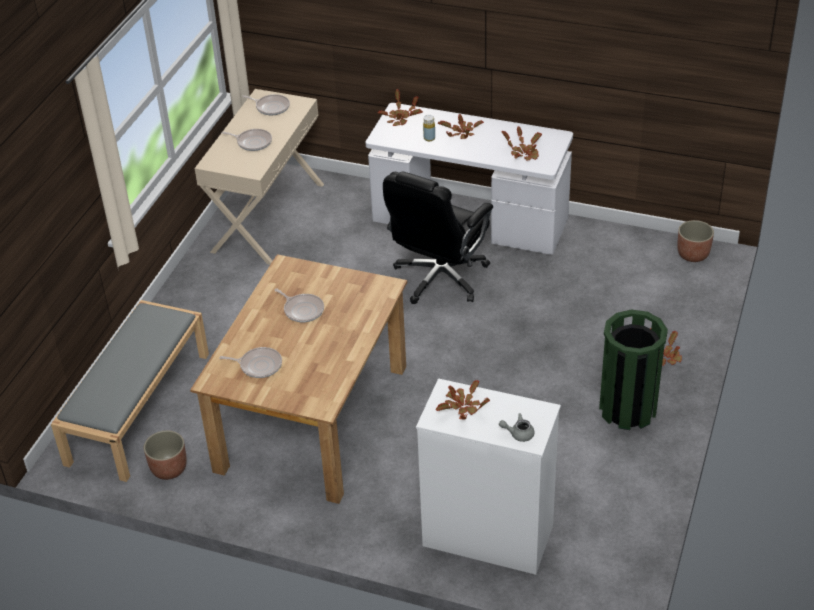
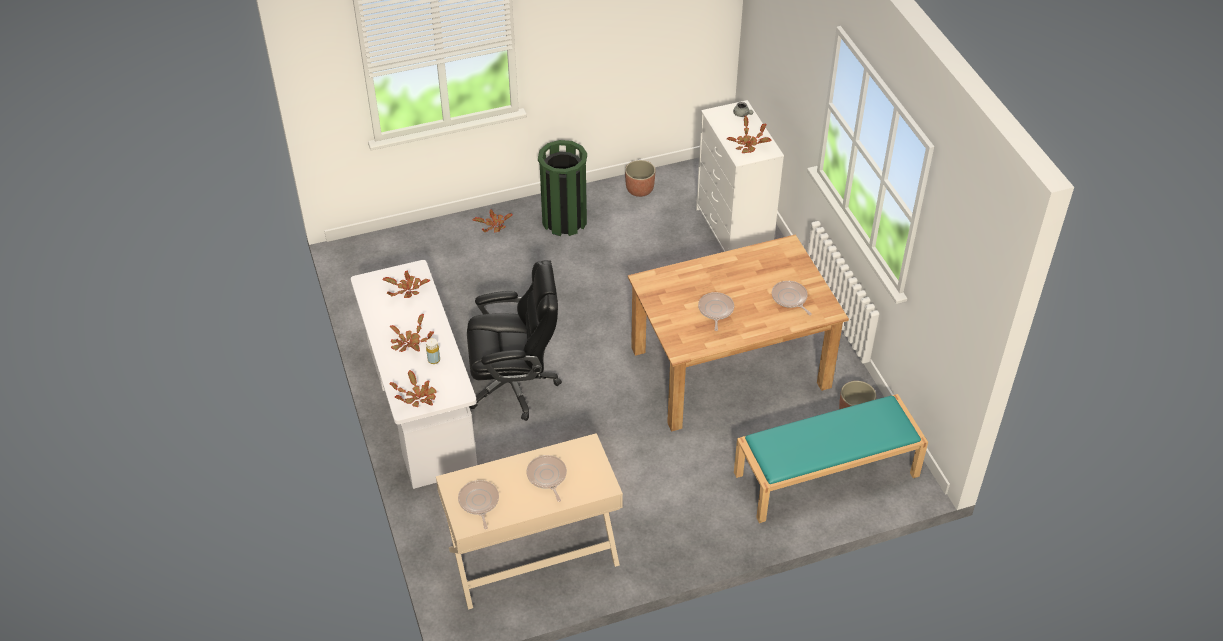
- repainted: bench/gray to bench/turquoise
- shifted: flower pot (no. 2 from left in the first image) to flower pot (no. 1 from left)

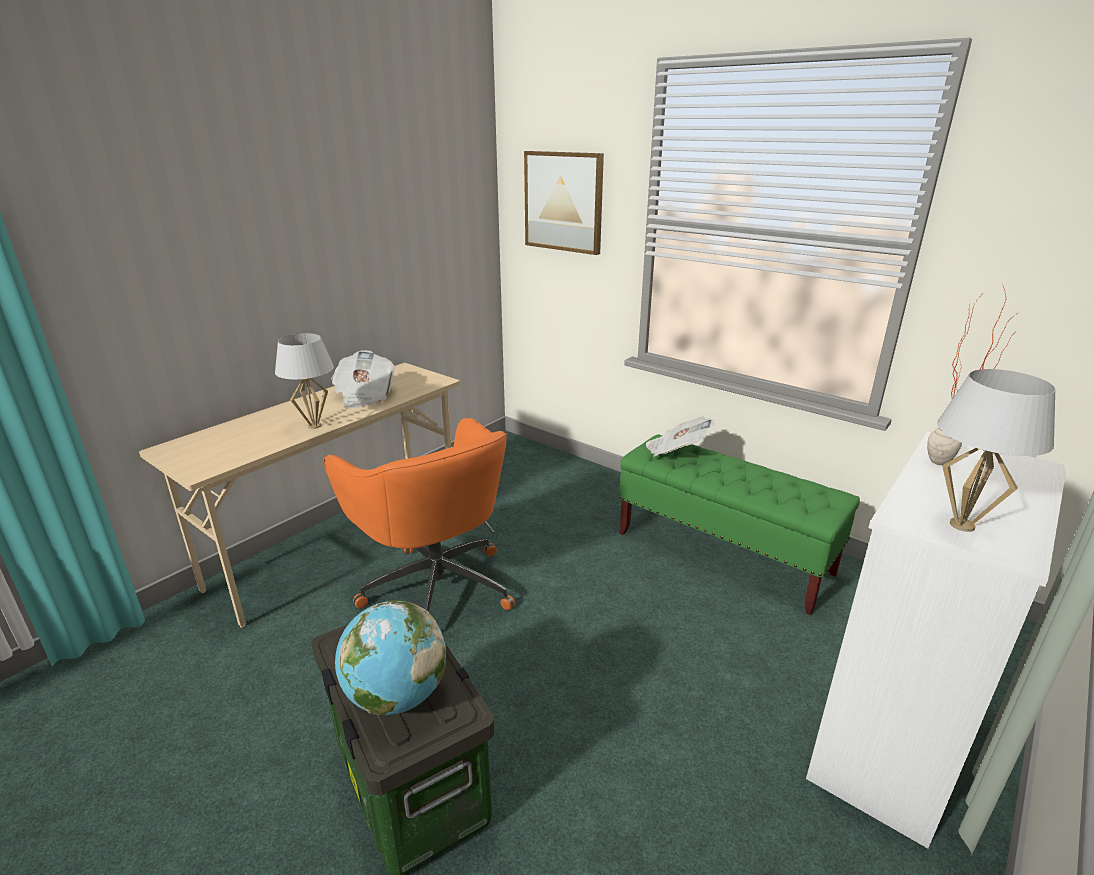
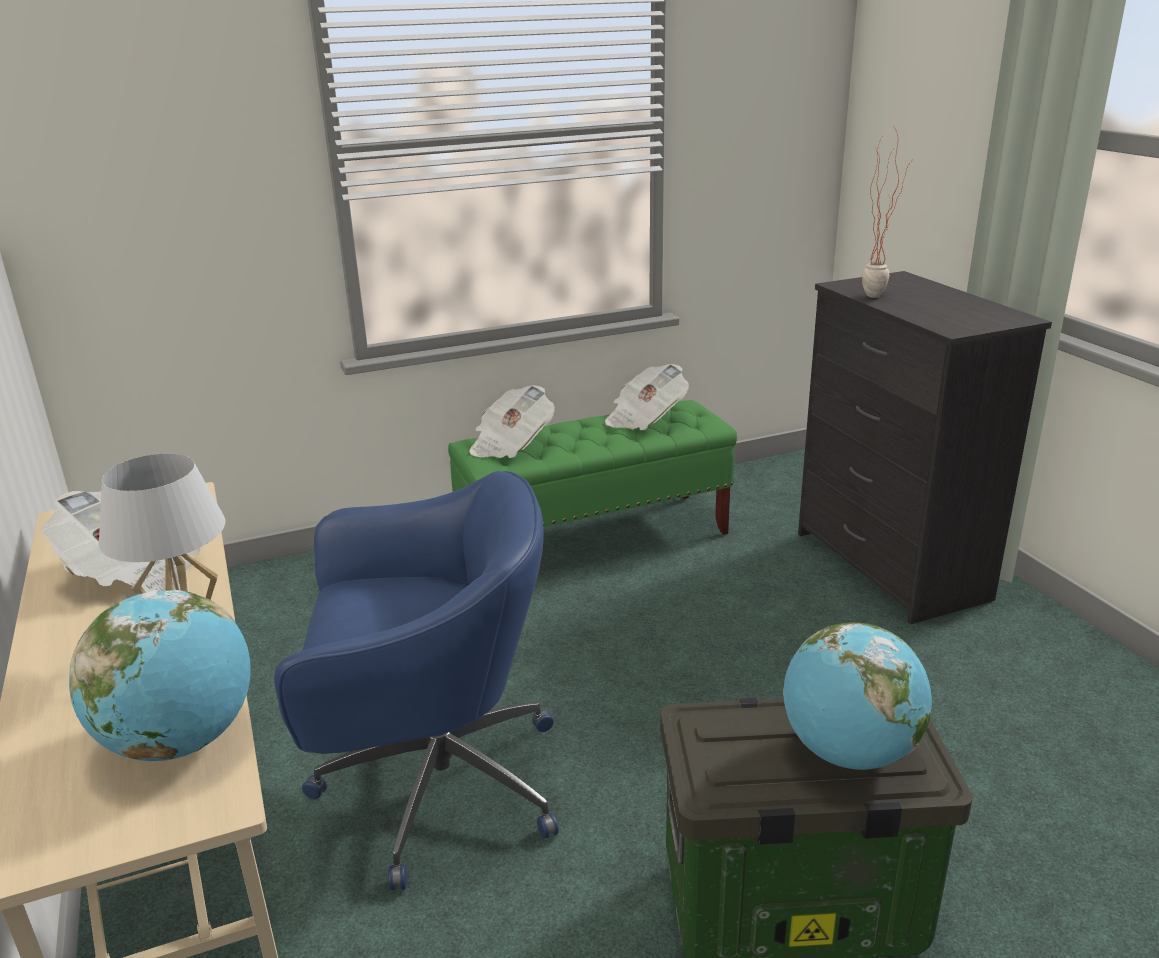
- repainted: desk chair/orange-coloured to desk chair/blue-coloured
- gone: picture
- repainted: drawer chest/white-coloured to drawer chest/blackish
- gone: lamp for a table/white-coloured (no. 2 from left)
- new: world globe (no. 1 from left)
- new: printed paper (no. 3 from left)

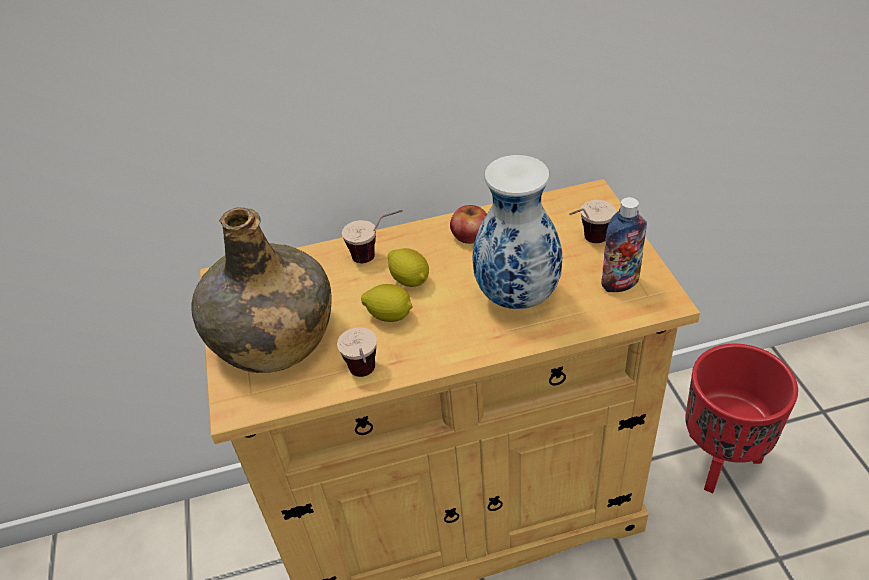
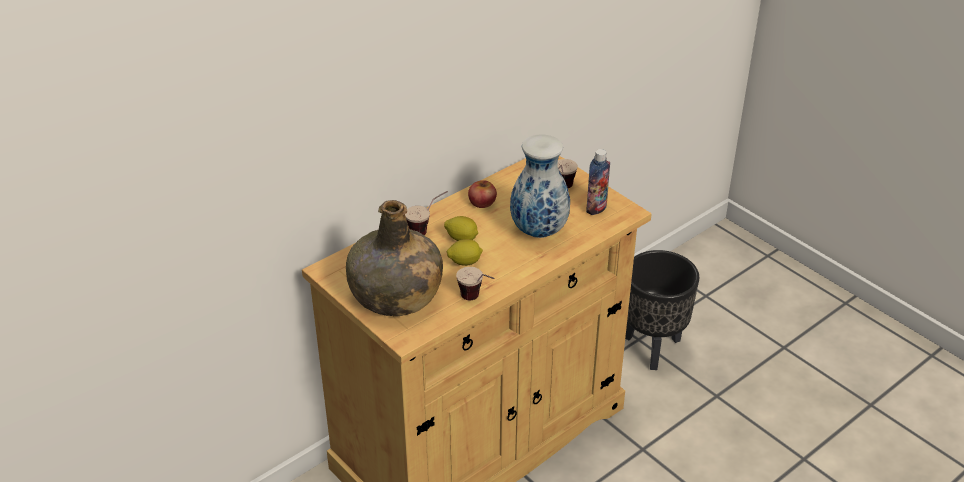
- repainted: flower pot/red to flower pot/blackish

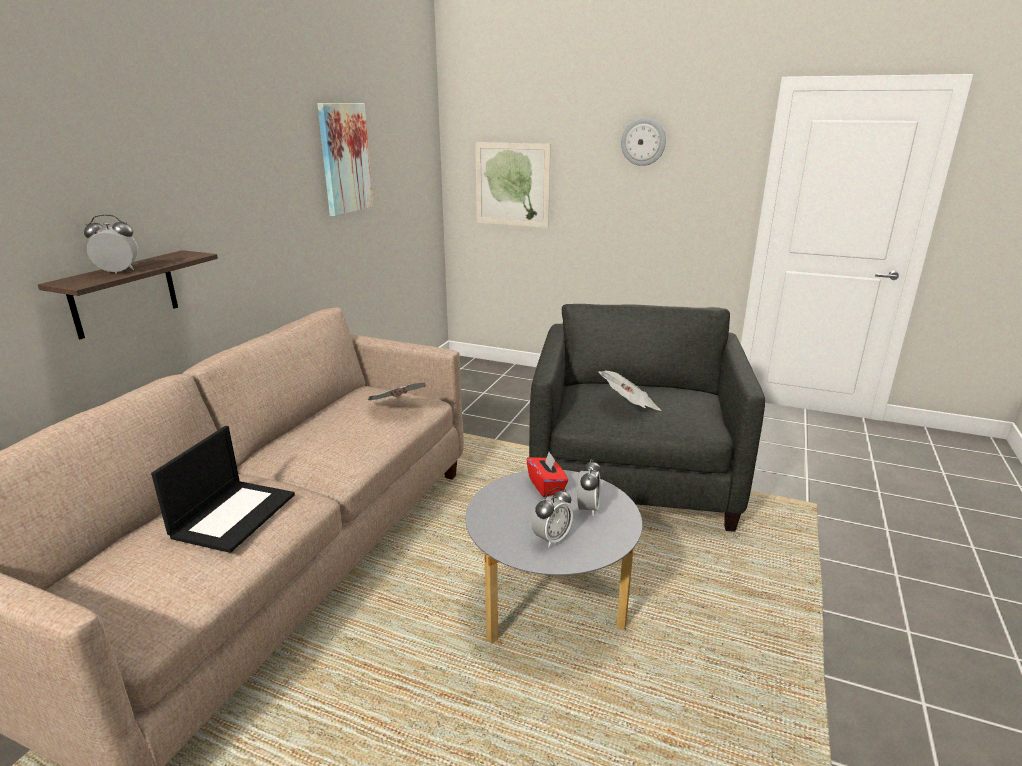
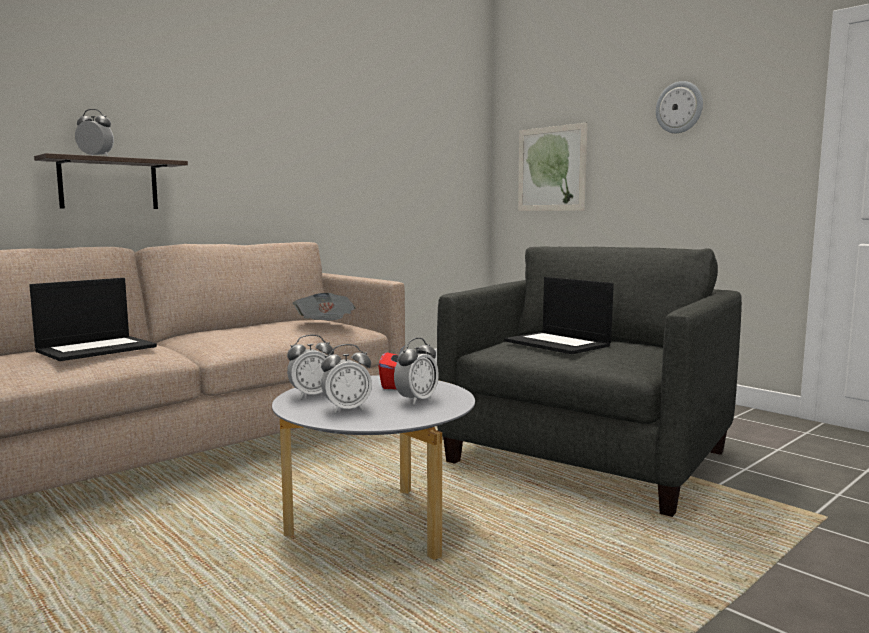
- gone: picture (no. 1 from left)
- swapped: printed paper (no. 2 from left) to portable computer (no. 2 from left)
- new: alarm clock (no. 2 from left)

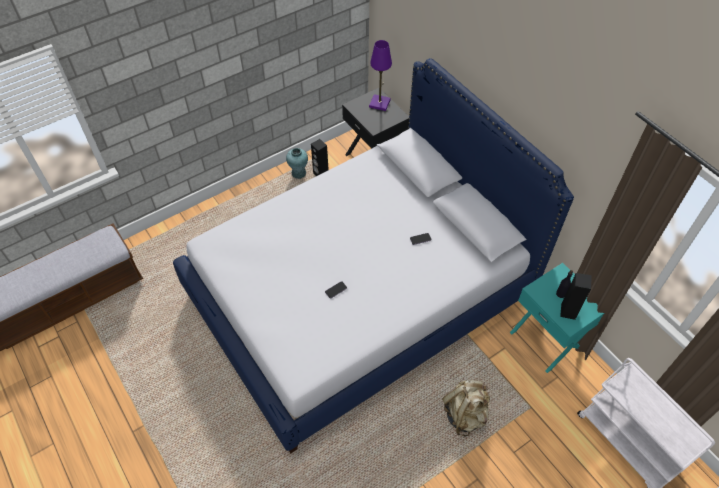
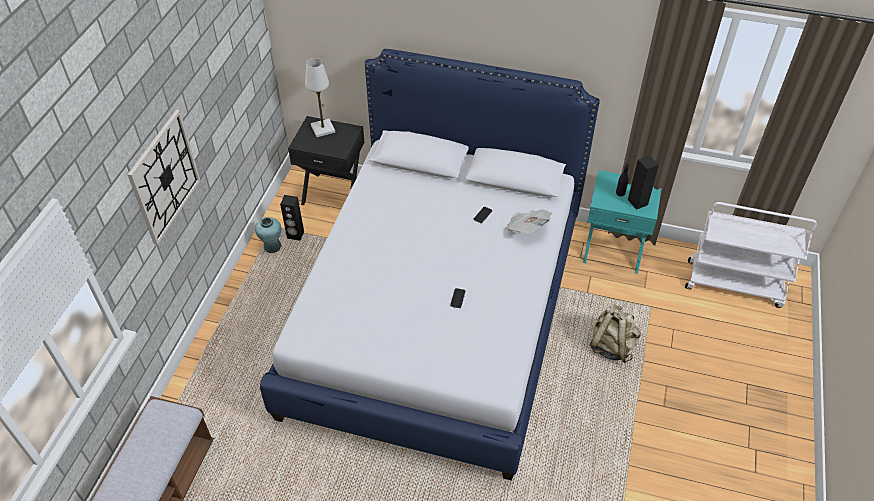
- repainted: lamp for a table/purplish to lamp for a table/white-coloured
- new: clock on the wall
- new: printed paper

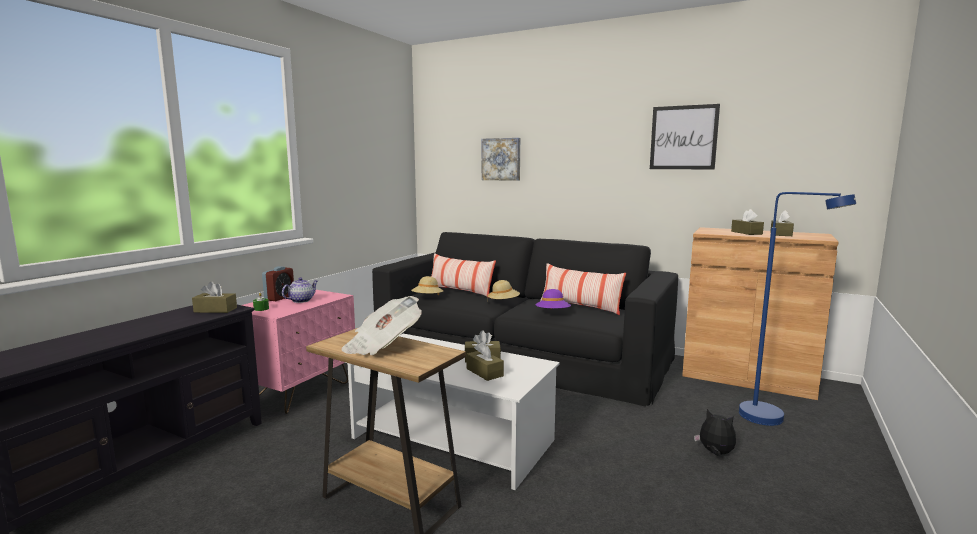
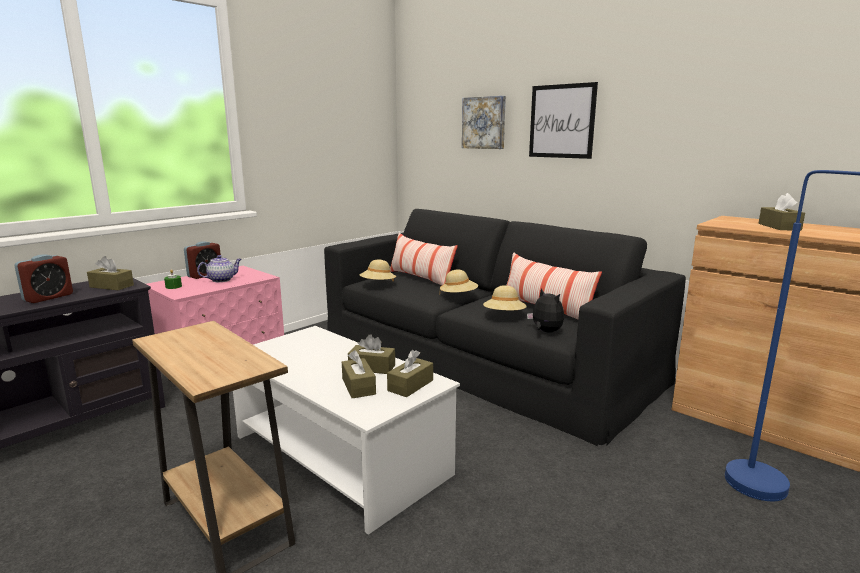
- gone: printed paper
- repainted: wearable hat/purplish to wearable hat/beige-coloured (no. 3 from left)
- shifted: picture (no. 2 from left)
- shifted: soft toy
- shifted: tissue holder/brown-coloured (no. 5 from left in the first image) to tissue holder/brown-coloured (no. 4 from left)
- new: alarm clock (no. 1 from left)

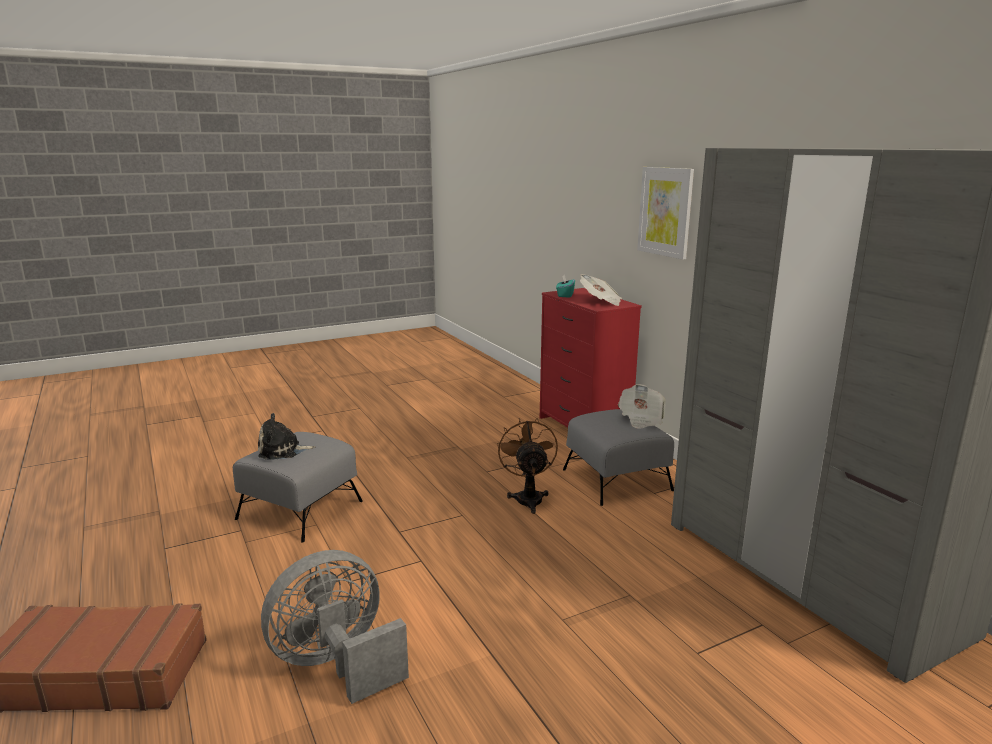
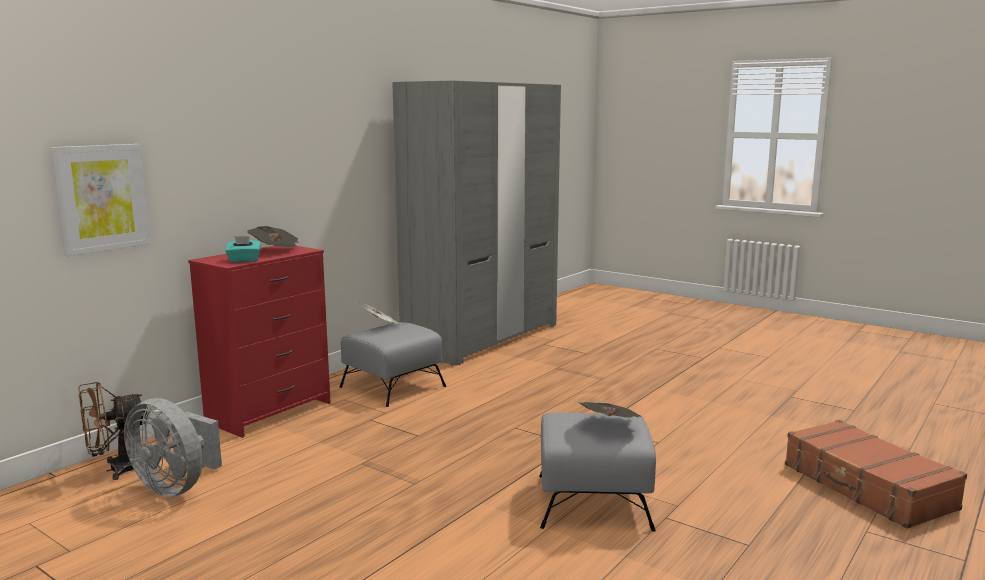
- swapped: soft toy to printed paper (no. 3 from left)
- shifted: cooling fan/gray
- shifted: cooling fan/brown-coloured
- shifted: picture

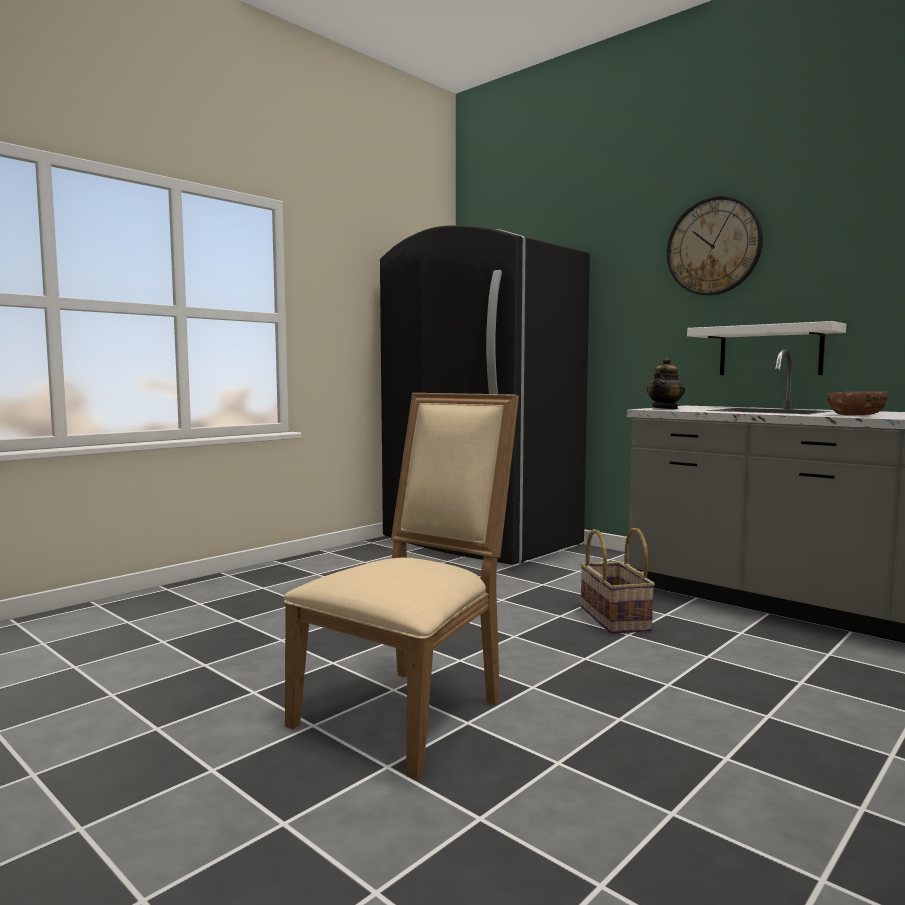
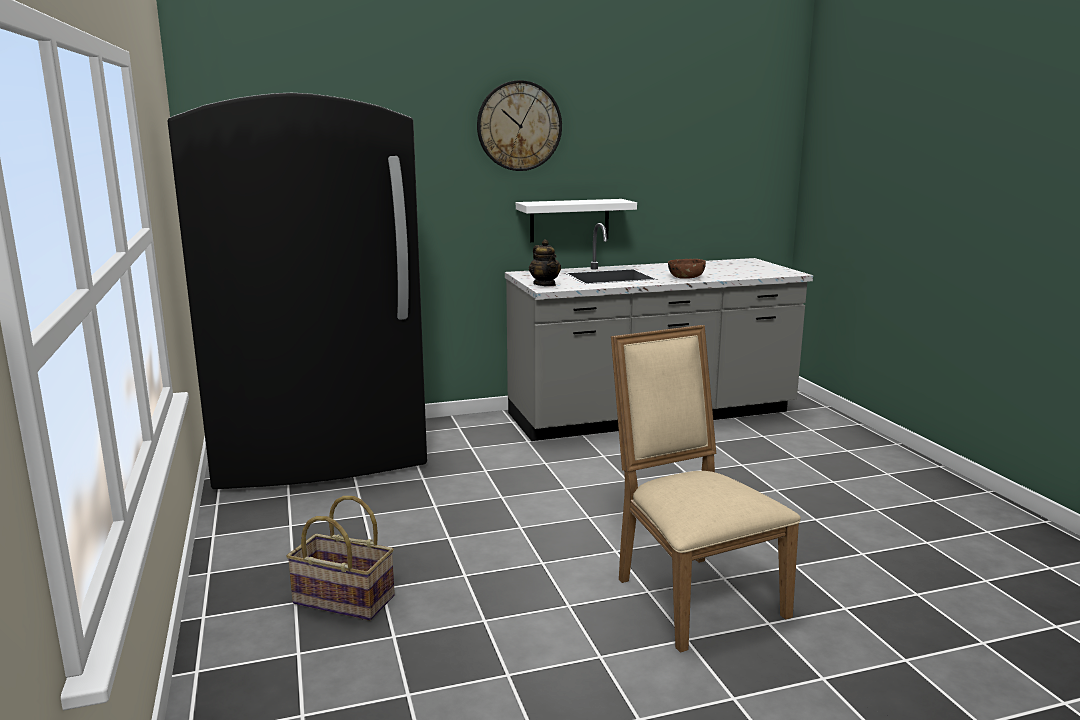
- shifted: storage basket

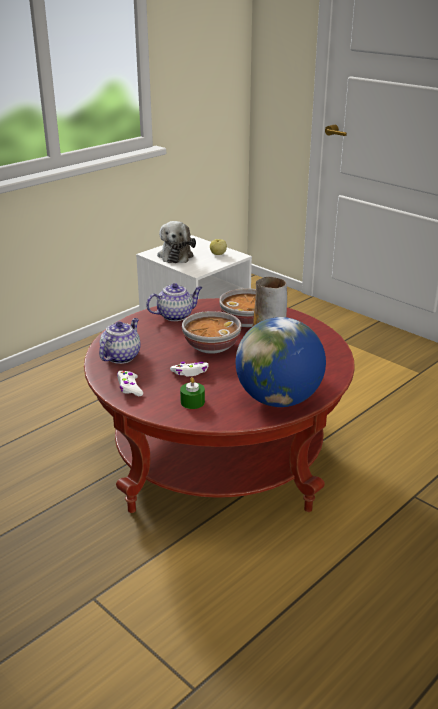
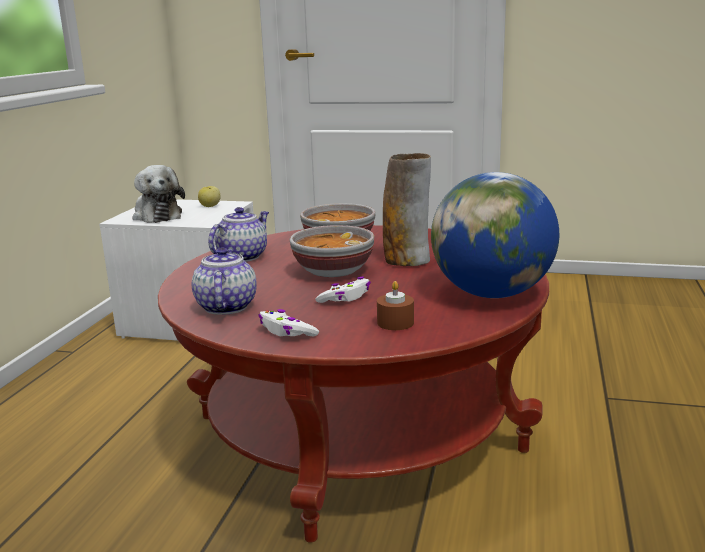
- repainted: wax candle/green-coloured to wax candle/brown-coloured

